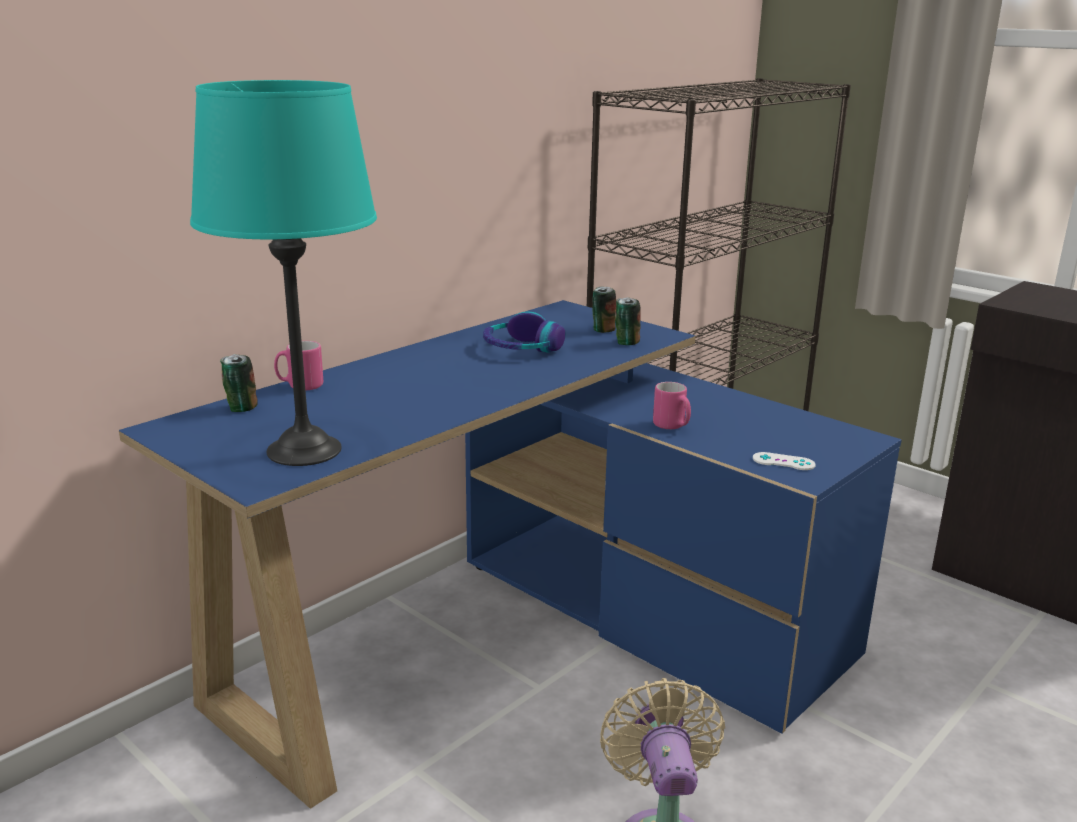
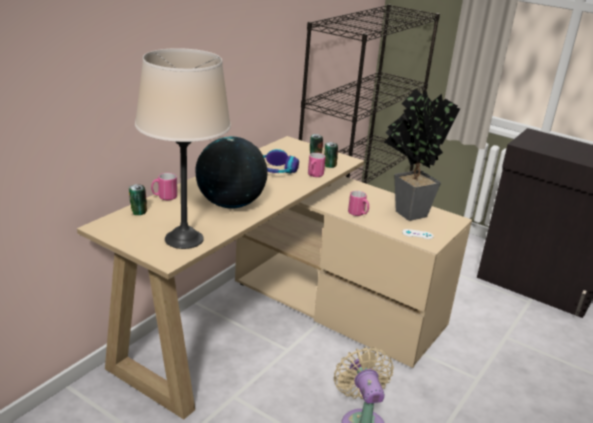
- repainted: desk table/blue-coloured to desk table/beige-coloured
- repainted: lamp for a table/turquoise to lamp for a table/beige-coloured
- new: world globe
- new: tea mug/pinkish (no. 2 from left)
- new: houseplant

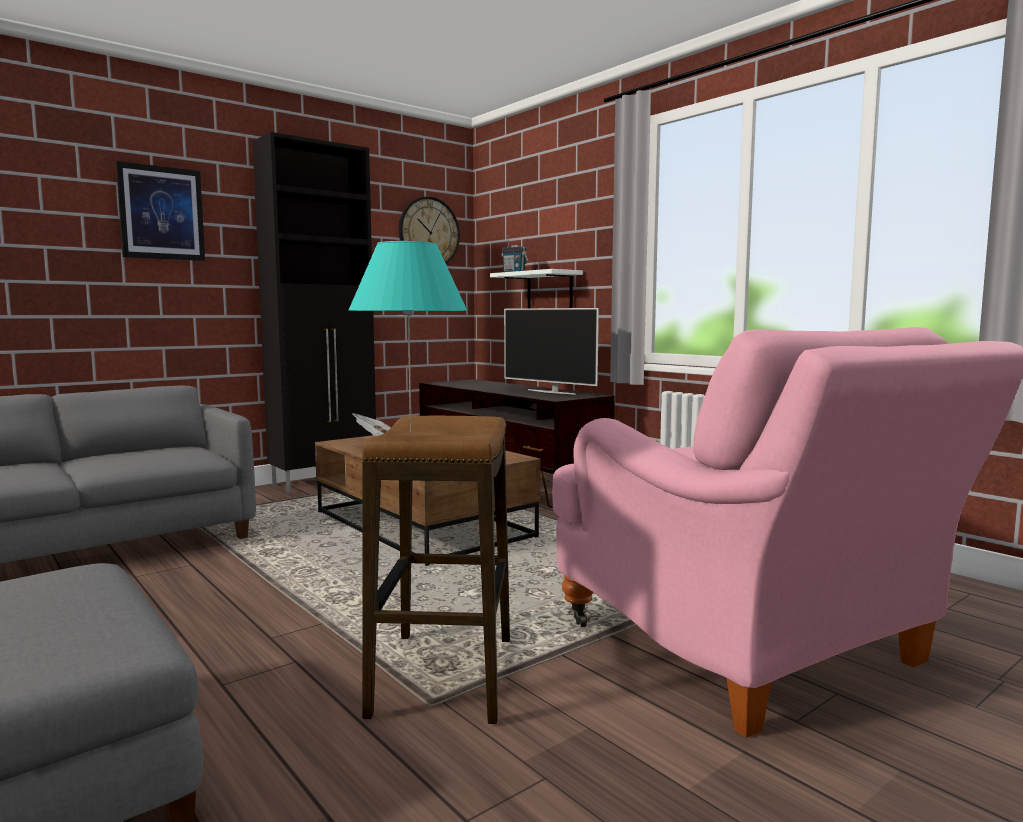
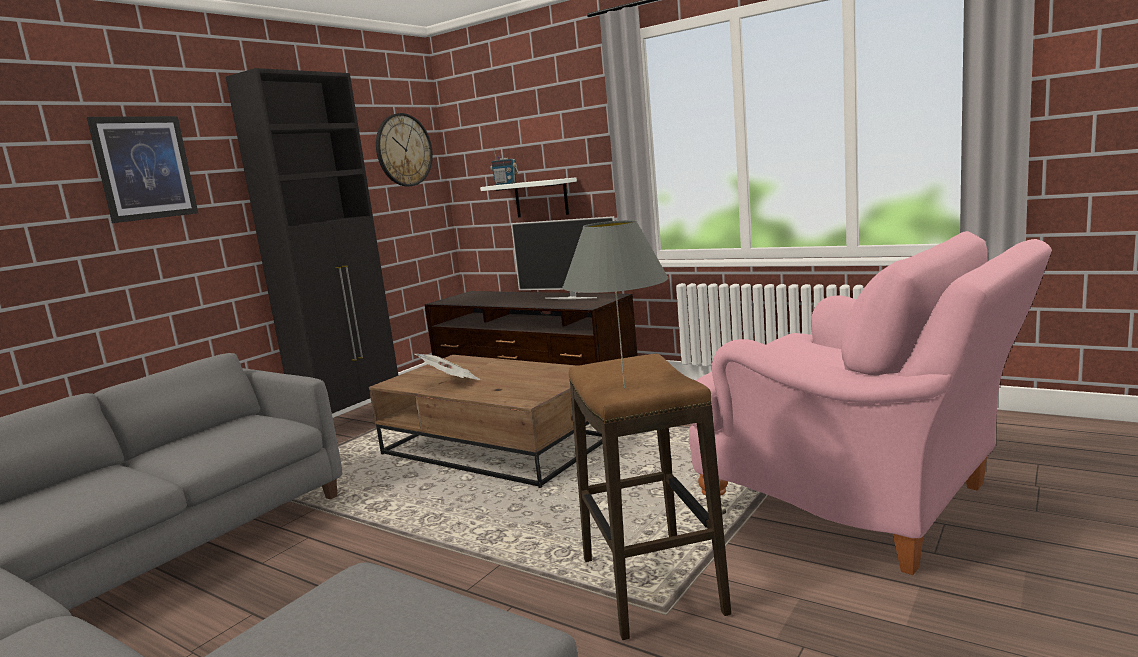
- repainted: lamp for a table/turquoise to lamp for a table/gray

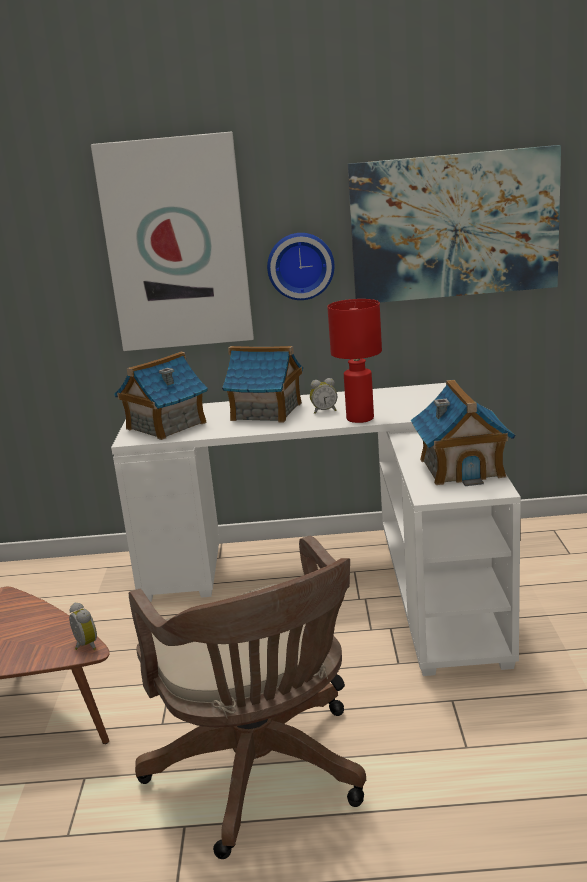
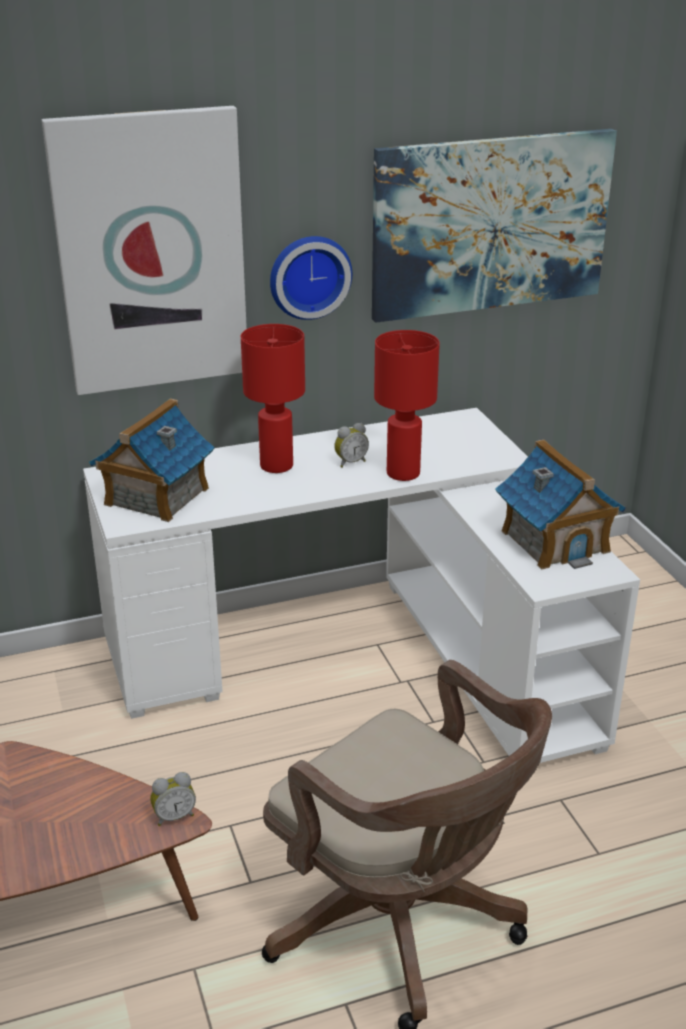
- rotated: alarm clock (no. 1 from left) 120 degrees clockwise
- swapped: miniature house (no. 2 from left) to lamp for a table/red (no. 1 from left)

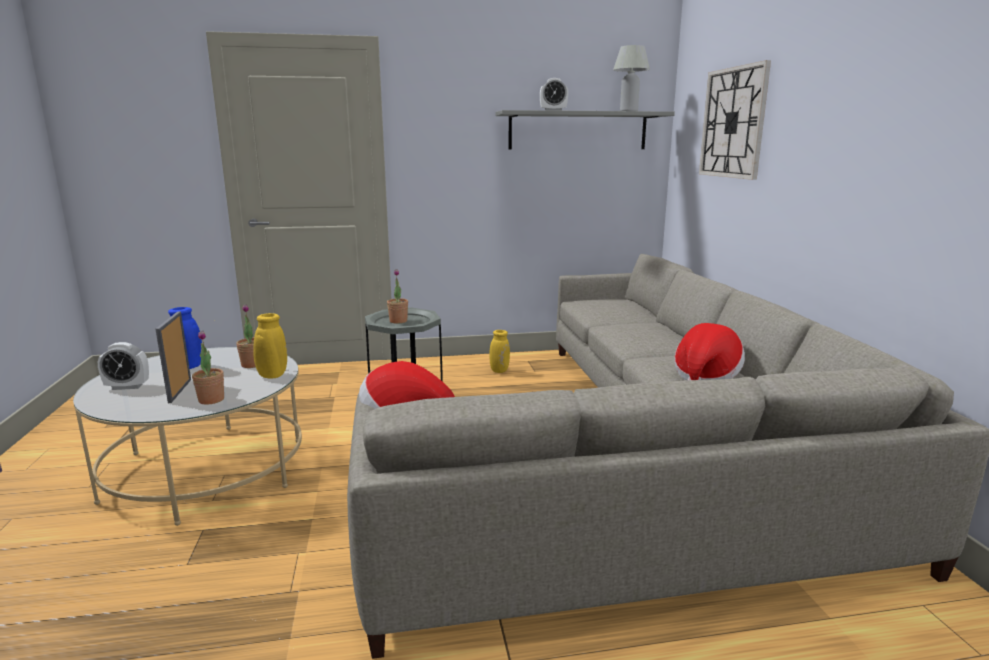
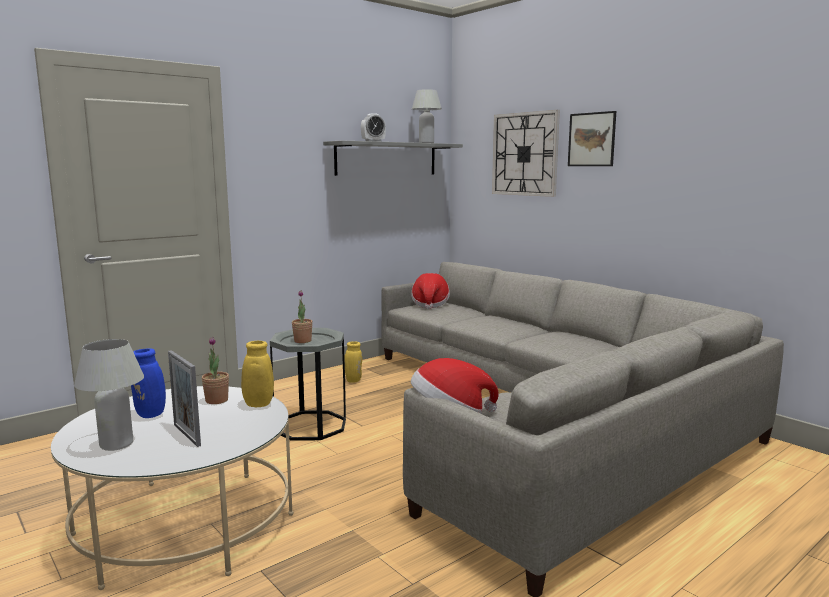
- swapped: alarm clock (no. 1 from left) to lamp for a table/white-coloured (no. 1 from left)
- gone: houseplant (no. 1 from left)
- shifted: wearable hat (no. 2 from left in the first image) to wearable hat (no. 1 from left)
- new: picture

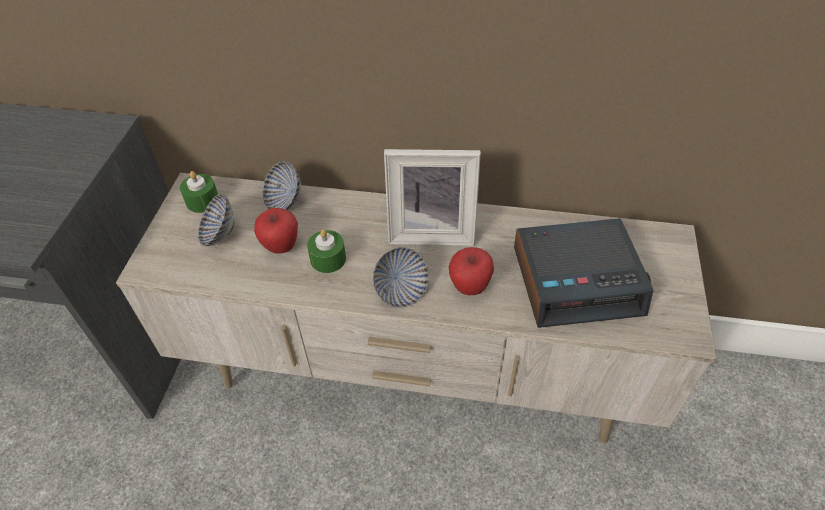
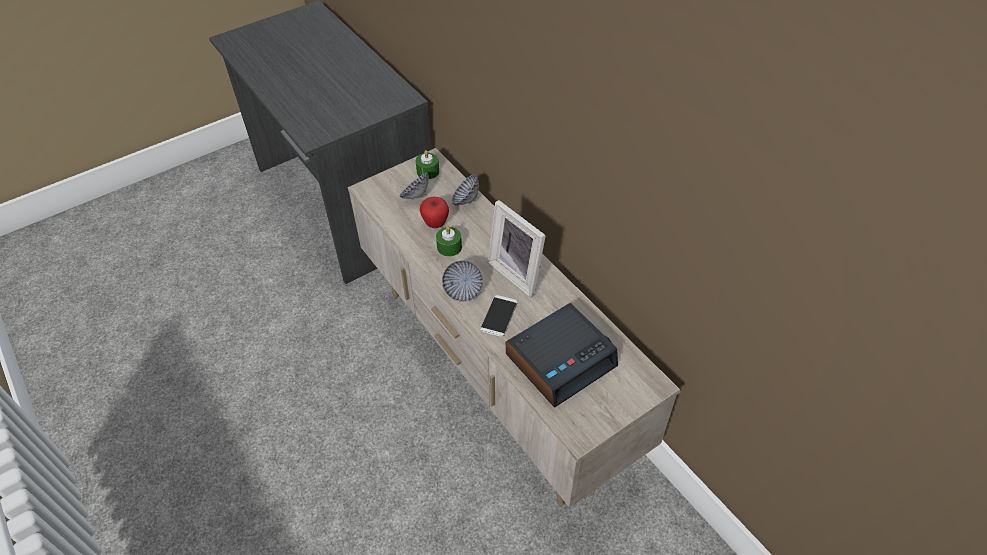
- swapped: apple fruit (no. 2 from left) to handset
- rotated: alarm clock 75 degrees counterclockwise

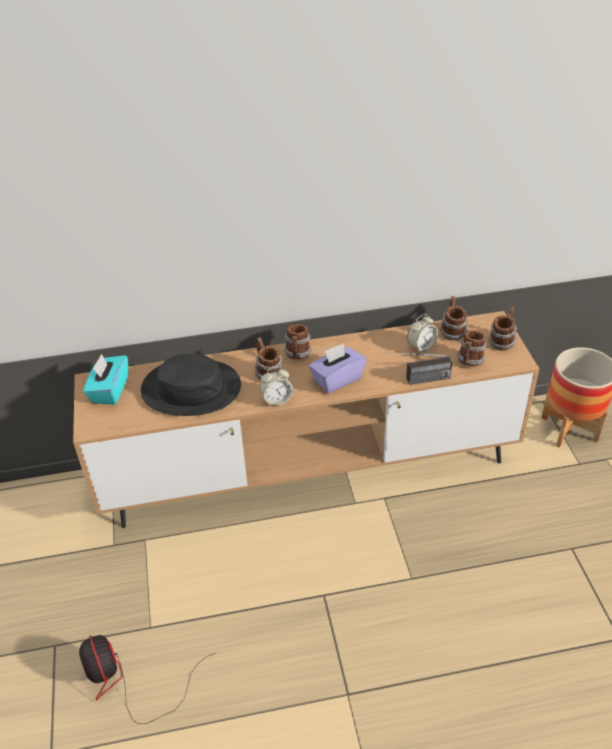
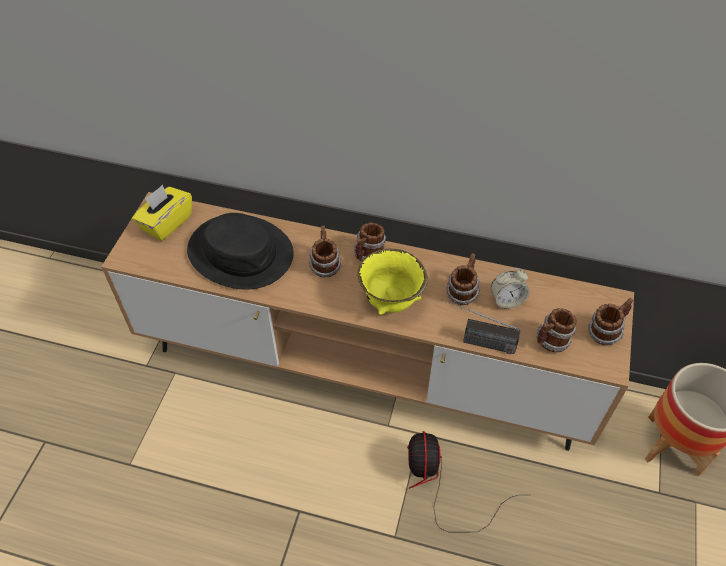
- shifted: cooling fan
- repainted: tissue holder/turquoise to tissue holder/yellow
- gone: alarm clock (no. 1 from left)
- swapped: tissue holder/purplish to deep dish/yellow
- shifted: tea mug (no. 3 from left)

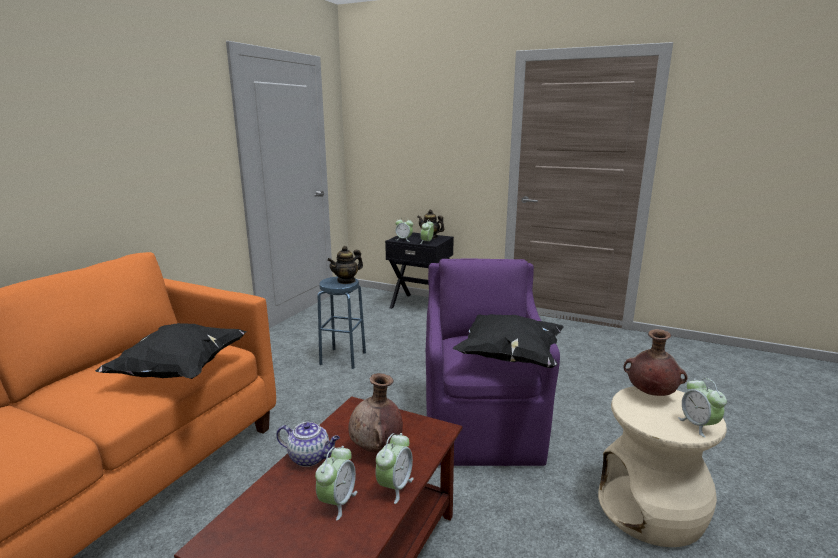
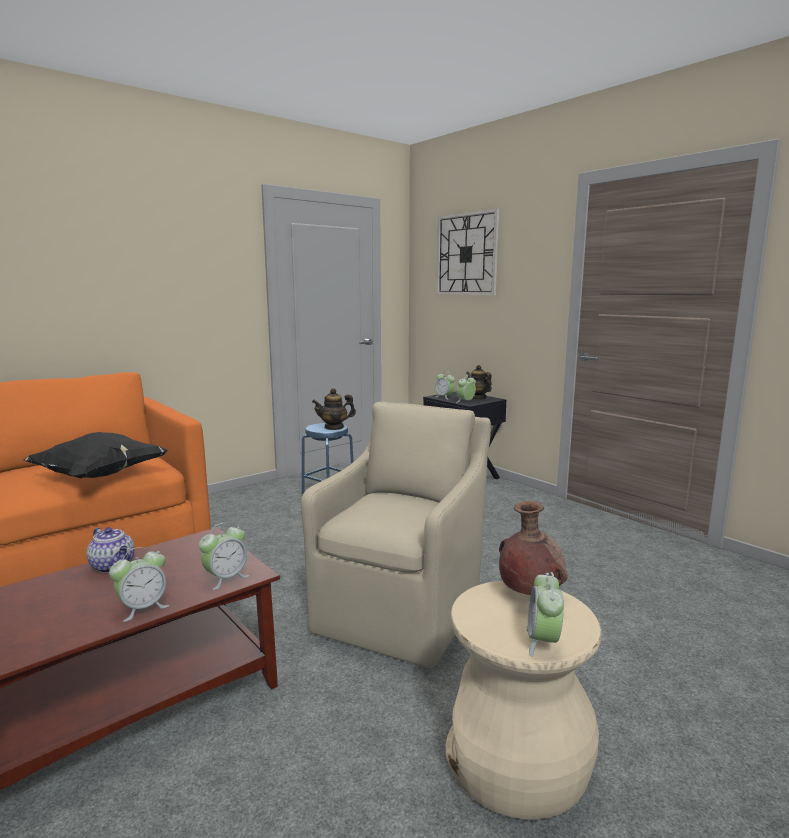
- shifted: alarm clock (no. 1 from left in the first image) to alarm clock (no. 2 from left)
- gone: flower vase/brown-coloured (no. 1 from left)
- repainted: lounge chair/purplish to lounge chair/beige-coloured
- gone: pillow/blackish (no. 2 from left)
- new: clock on the wall

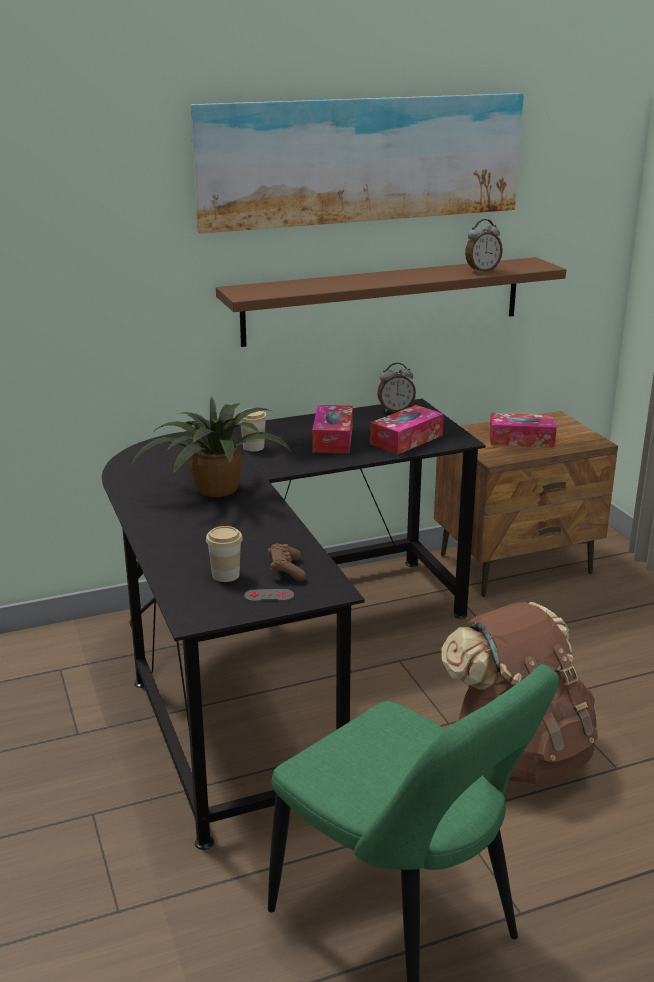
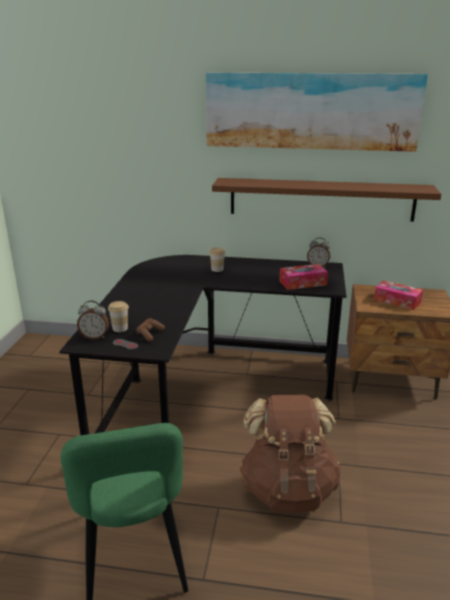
- gone: houseplant
- gone: tissue holder (no. 1 from left)
- shifted: alarm clock (no. 2 from left in the first image) to alarm clock (no. 1 from left)

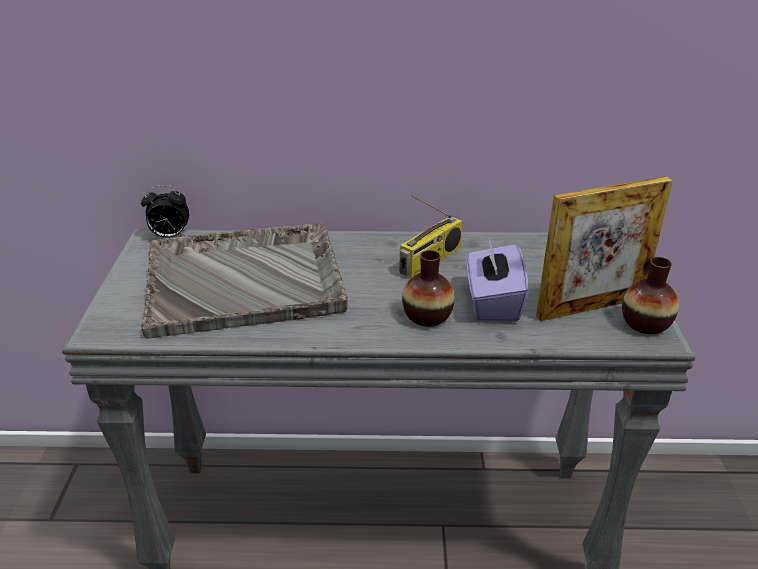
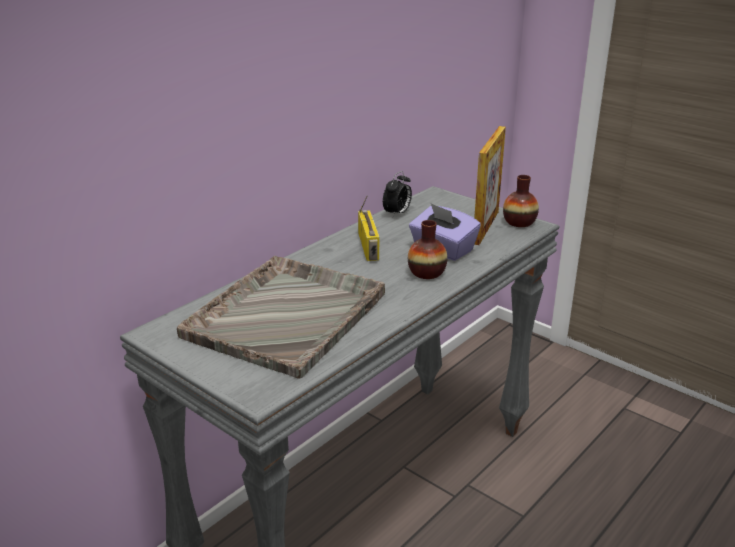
- shifted: alarm clock

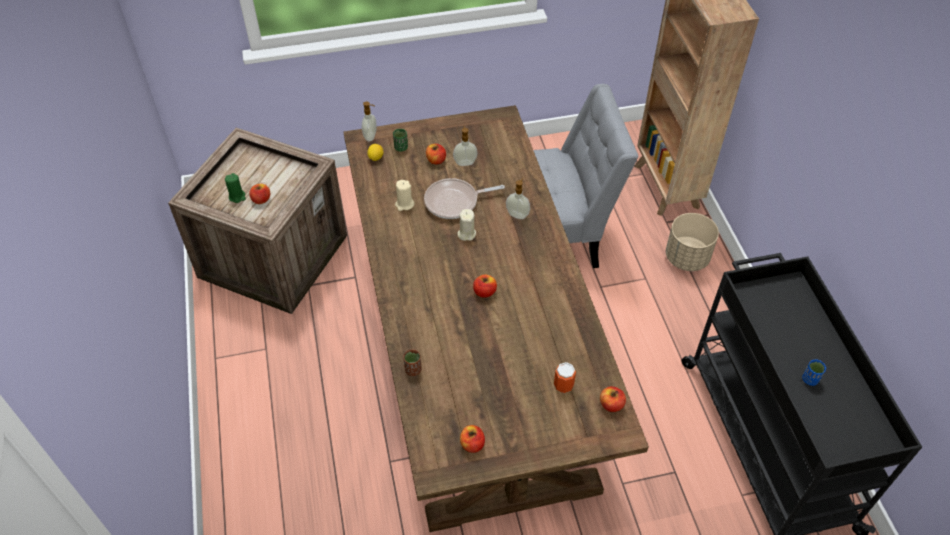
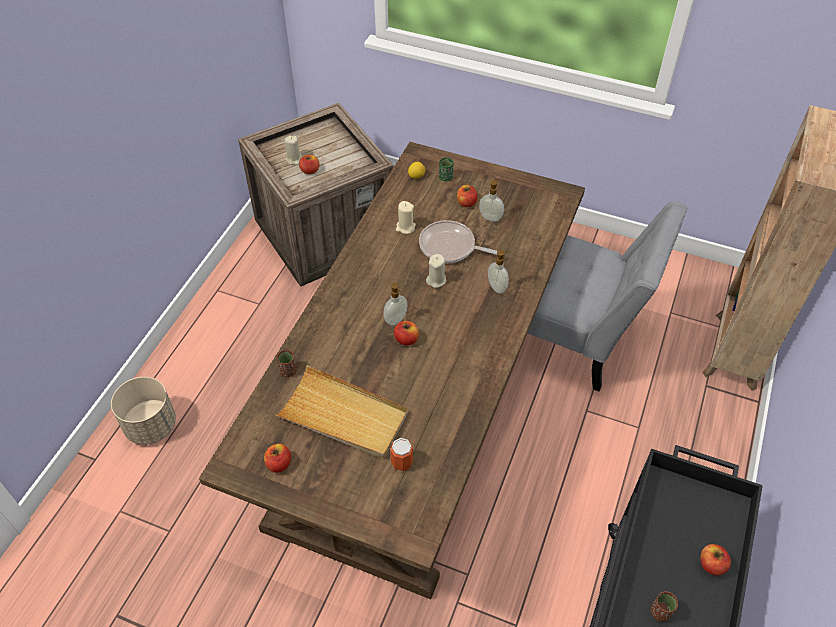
- repainted: wax candle/green-coloured to wax candle/beige-coloured (no. 1 from left)
- shifted: soap bottle (no. 1 from left)
- shifted: apple fruit (no. 5 from left)
- shifted: flower pot/beige-coloured
- repainted: cup/blue-coloured to cup/brown-coloured (no. 2 from left)
- new: serving tray/beige-coloured

